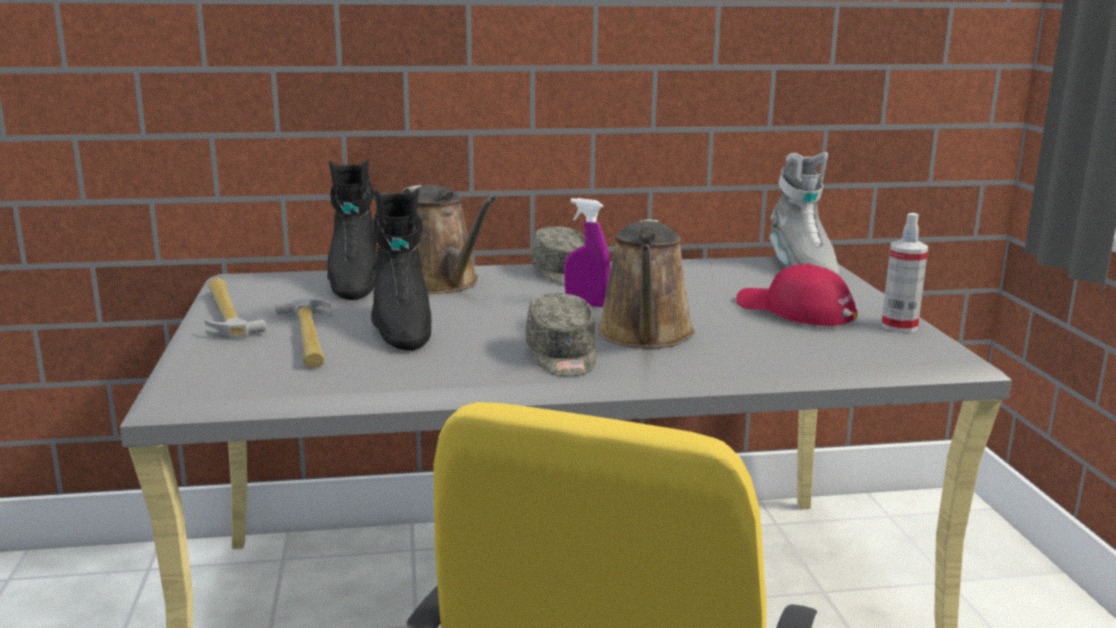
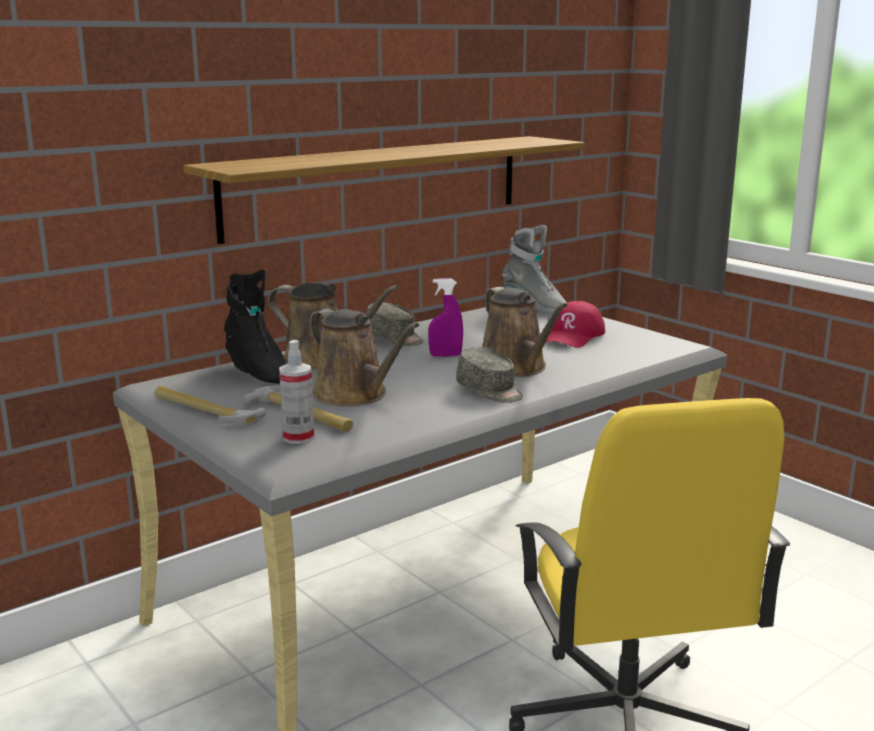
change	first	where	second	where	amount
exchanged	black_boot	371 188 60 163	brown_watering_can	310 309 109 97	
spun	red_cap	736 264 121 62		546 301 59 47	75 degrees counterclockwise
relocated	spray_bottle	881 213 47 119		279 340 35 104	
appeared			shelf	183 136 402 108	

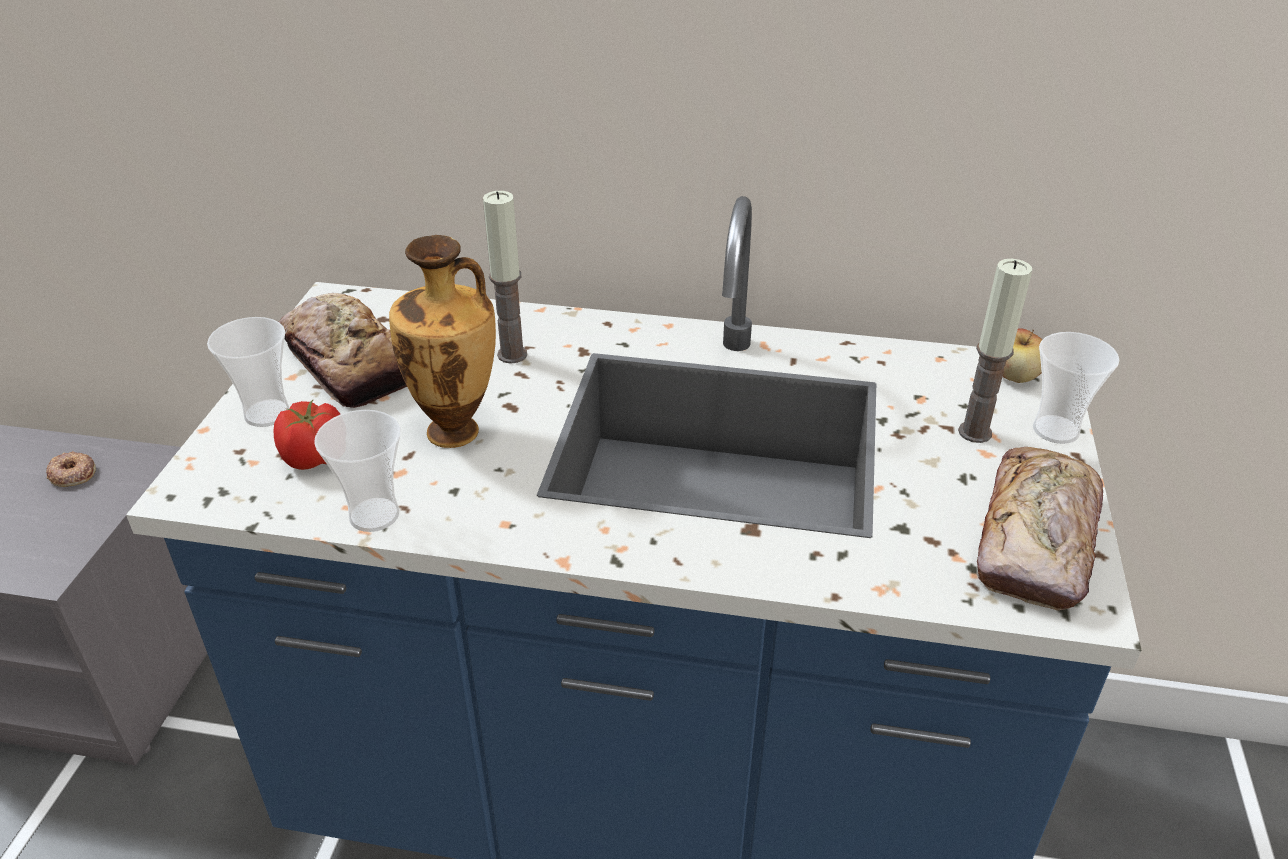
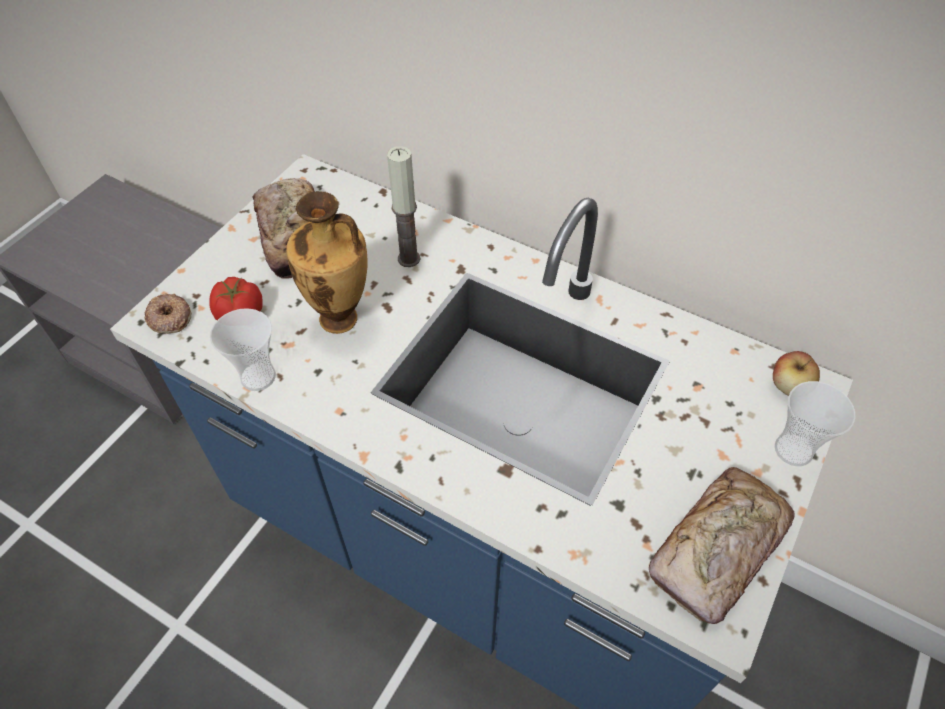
change	first	where	second	where	amount
relocated	donut	46 451 50 36		144 293 48 41	
missing	cup	207 317 82 110			
missing	candle	958 259 74 184			

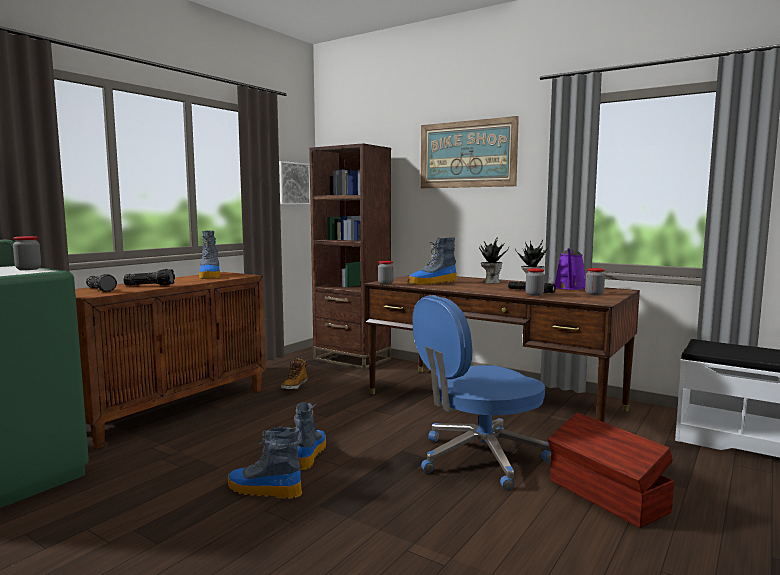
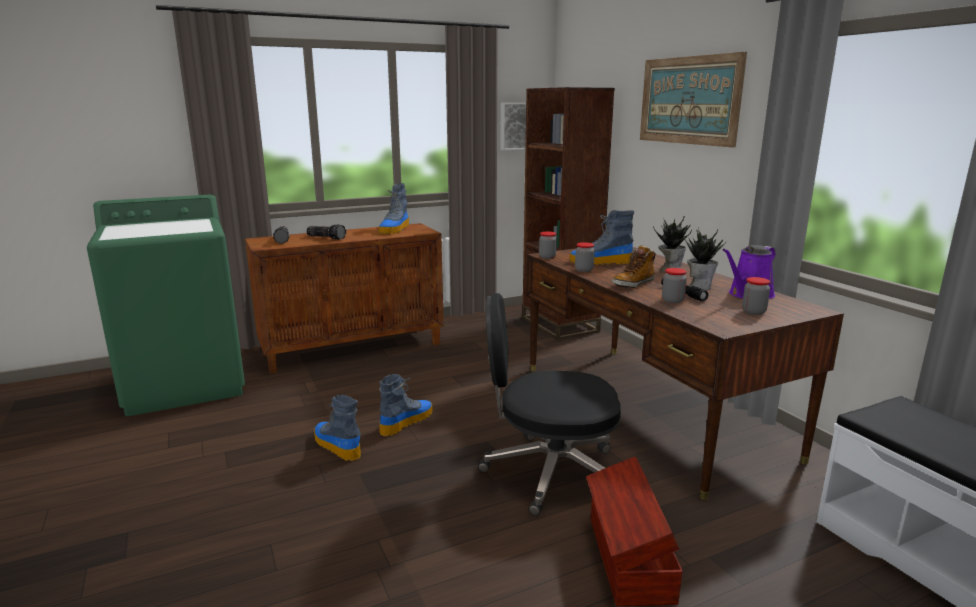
change	first	where	second	where	amount
relocated	jar	13 236 28 34		575 242 20 30	
relocated	boot	281 358 27 32		612 245 44 43	
colour	blue_office_chair	412 295 139 195	black_office_chair	478 293 143 223	

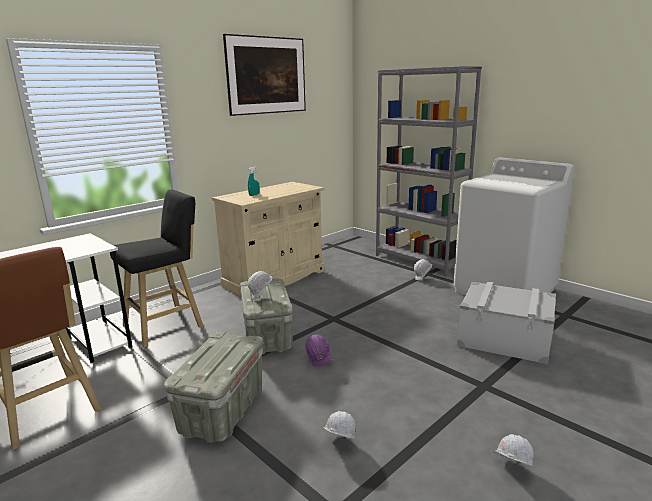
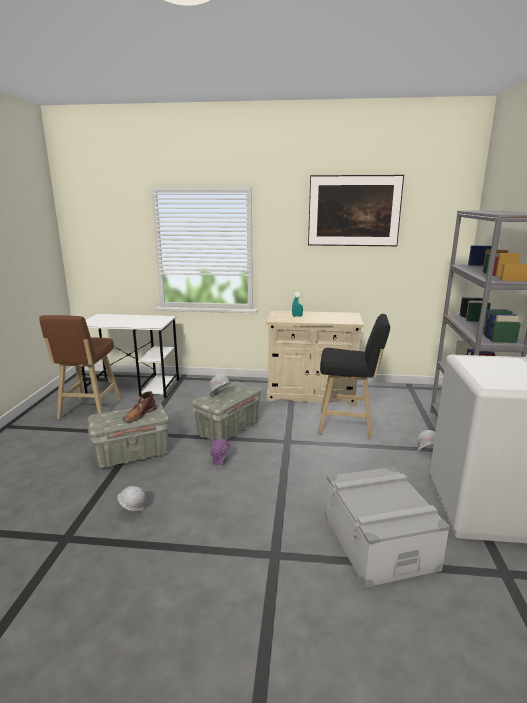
change	first	where	second	where	amount
relocated	black_stool	110 189 94 159		318 314 72 125	
missing	white_hard_hat	481 434 53 32			
appeared			brown_boot	123 391 34 31	

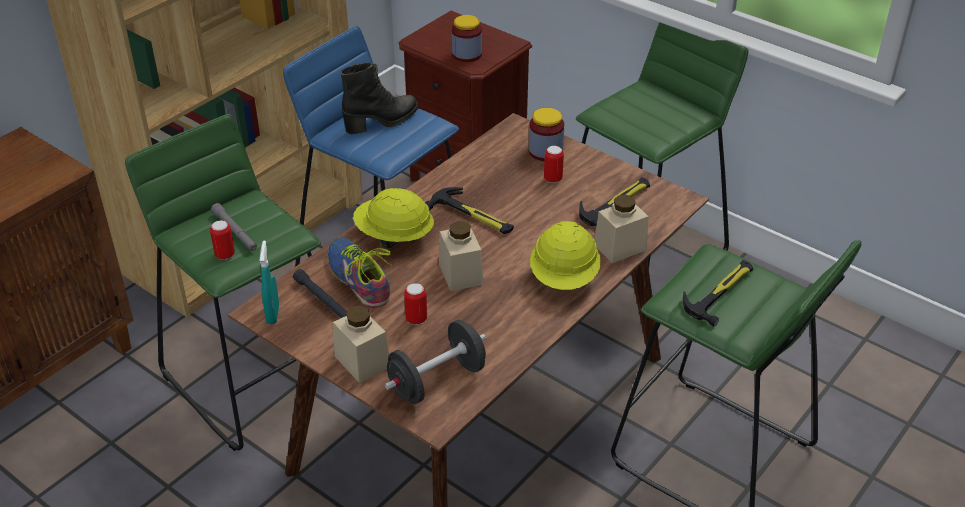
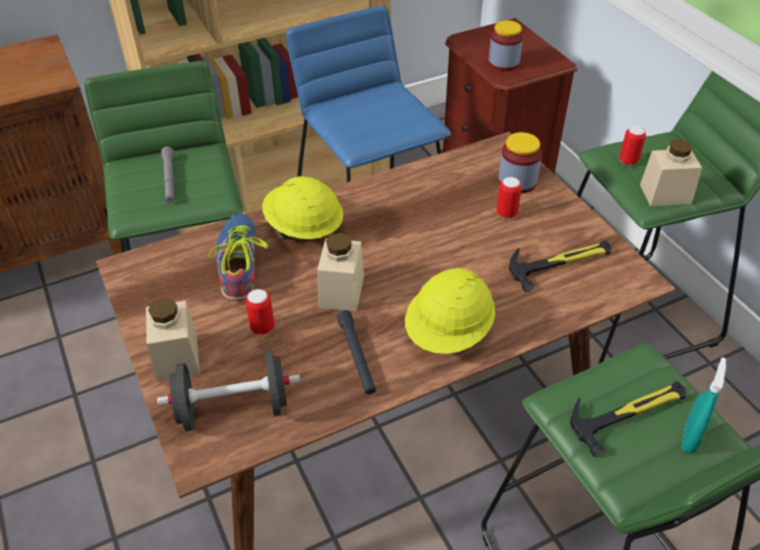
change	first	where	second	where	amount
relocated	can	210 221 25 39		619 126 27 39	
relocated	turquoise_spray_bottle	260 241 19 83		682 357 44 97	
relocated	black_flashlight	293 269 54 49		337 310 39 85	
missing	black_boot	340 63 78 71			
missing	hammer	425 187 89 47			
relocated	beige_jar	595 195 54 68		640 139 62 67	

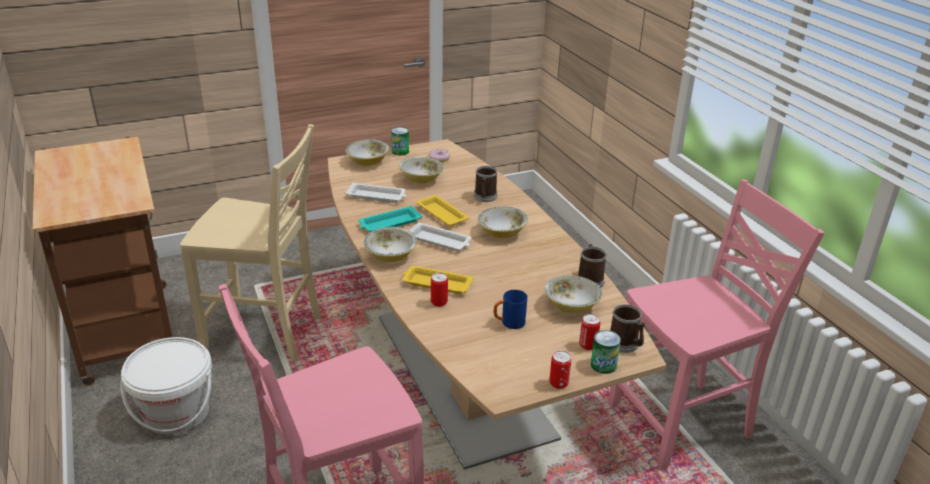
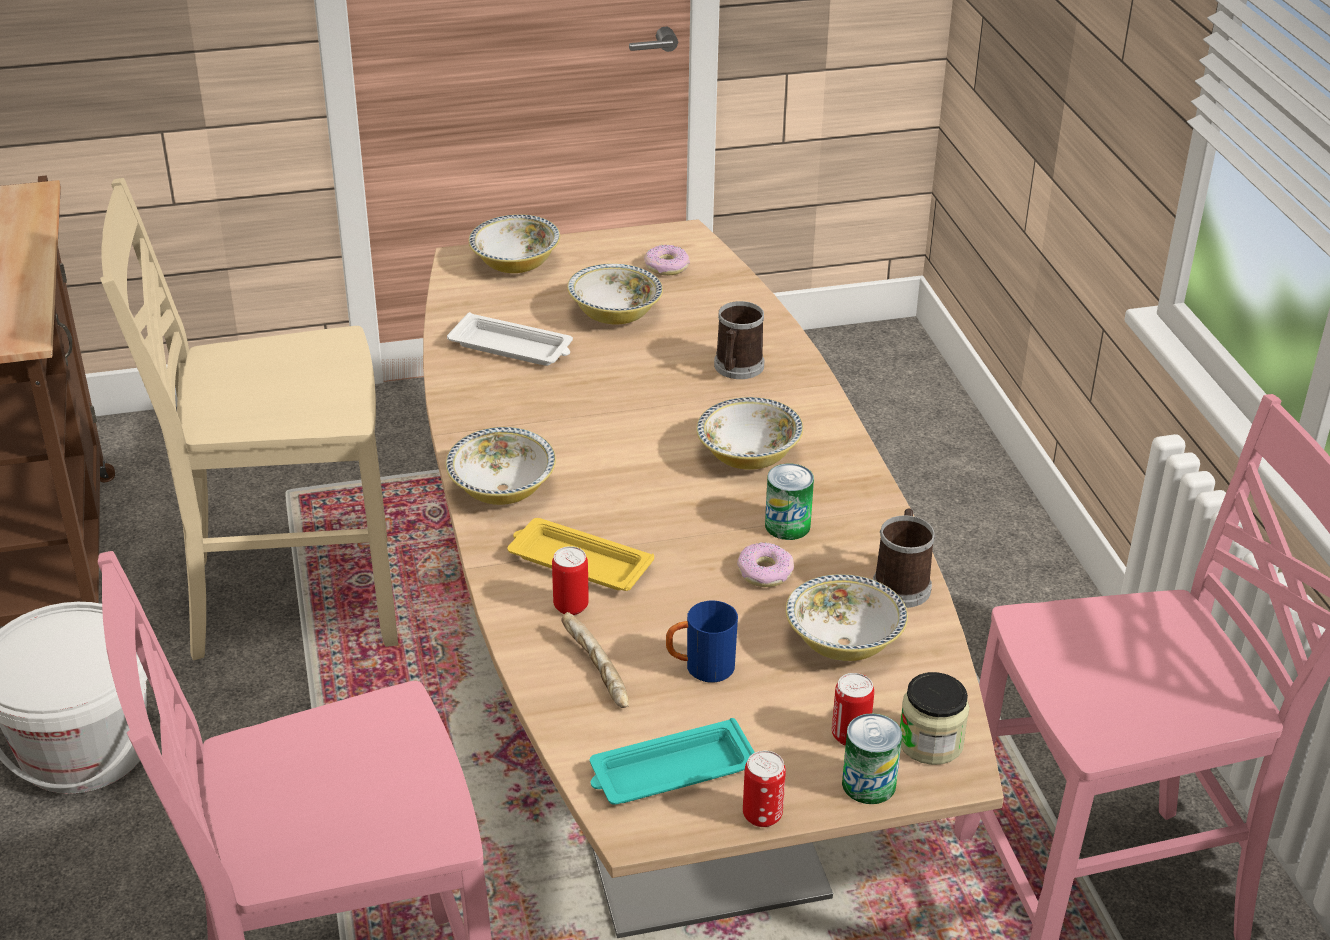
change	first	where	second	where	amount
spun	beige_chair	180 124 141 238		100 178 298 482	150 degrees clockwise
relocated	turquoise_tray	359 206 63 26		590 718 165 87	
relocated	can	391 127 18 29		765 463 49 77	
missing	white_tray	409 222 63 29			
missing	yellow_tray	417 195 52 31			
exchanged	mug	610 304 35 49	jar	900 672 70 93	
appeared			bread	561 612 68 96	
appeared			donut	737 542 57 45	

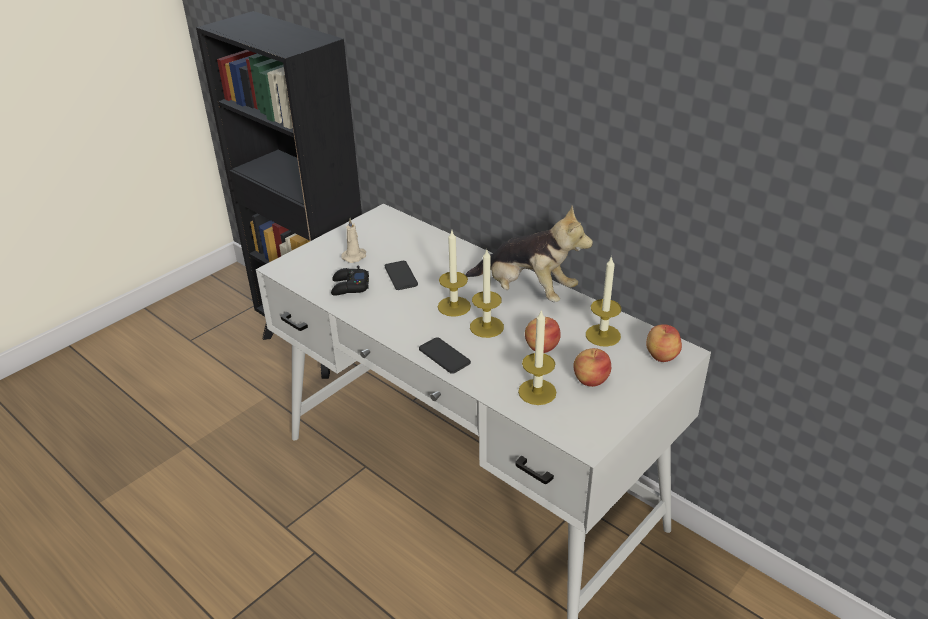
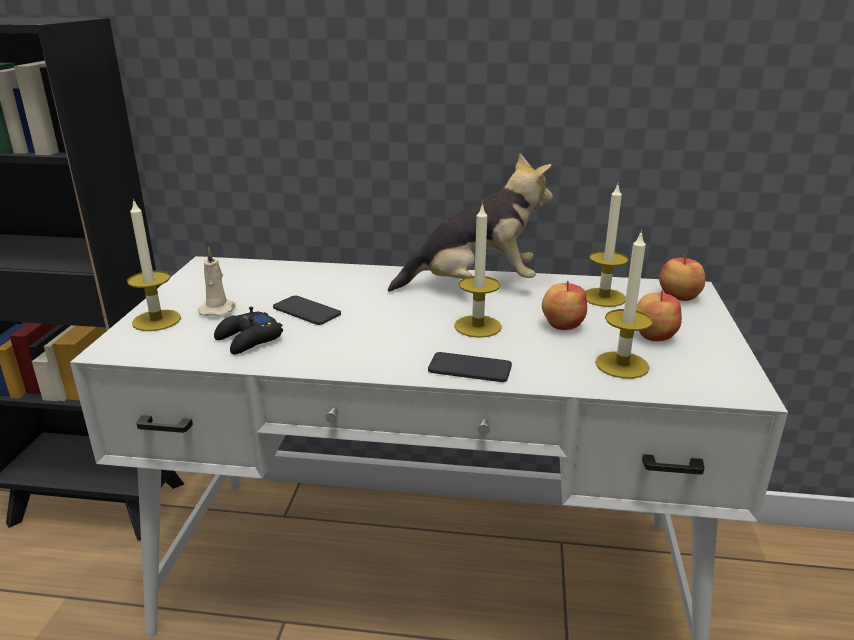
change	first	where	second	where	amount
relocated	candle	438 231 33 86		127 199 54 132	

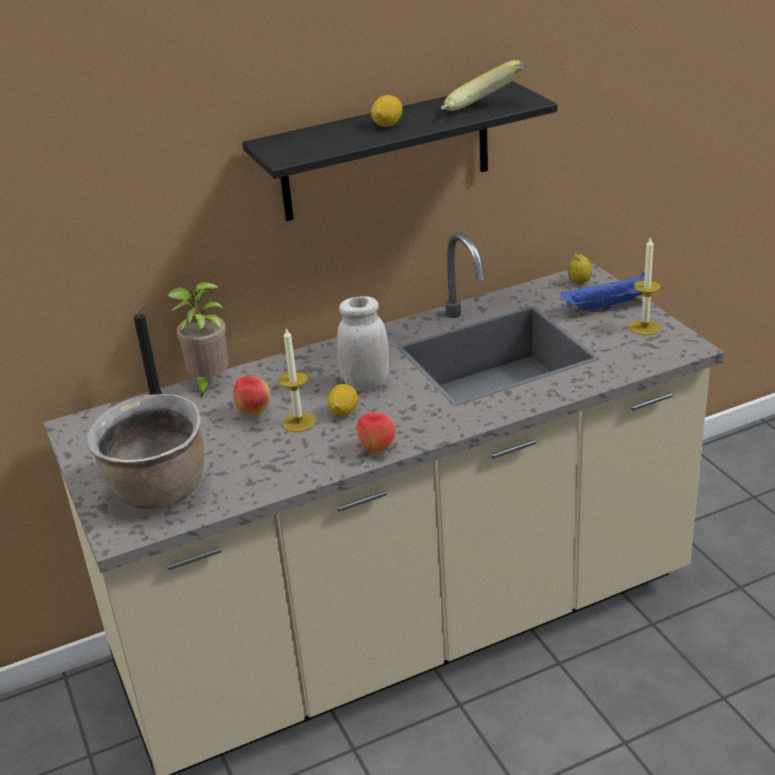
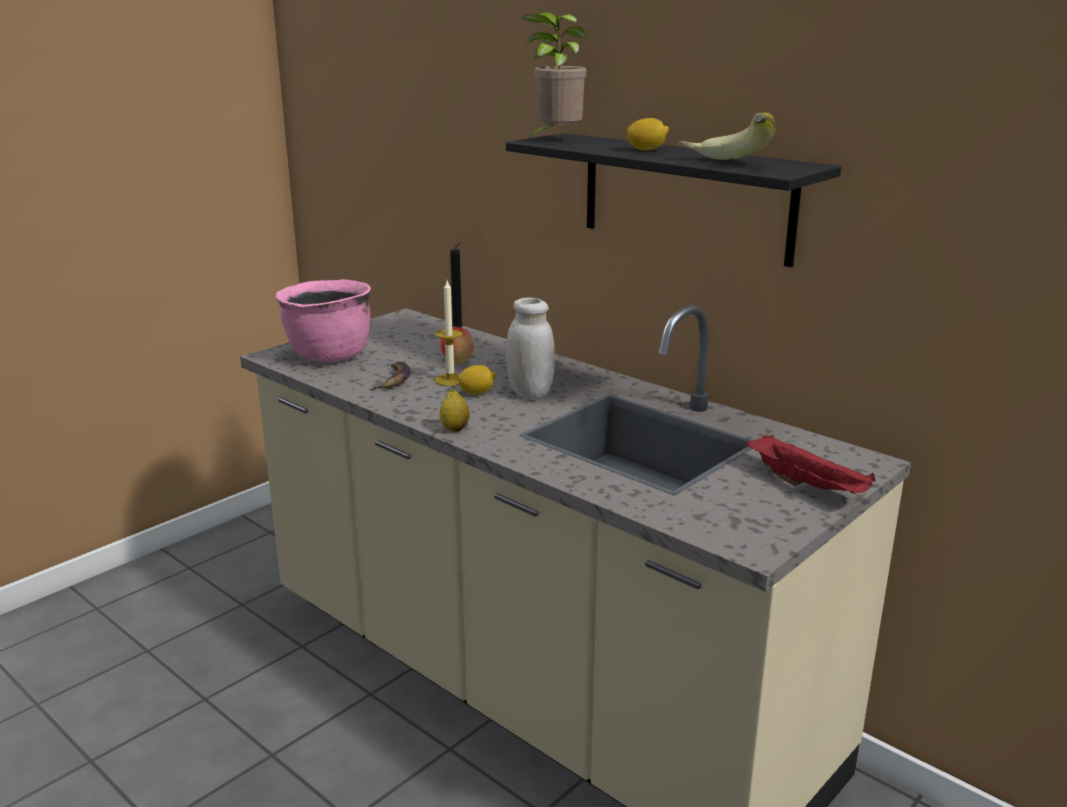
change	first	where	second	where	amount
colour	brown_cooking_pot	86 394 118 115	pink_cooking_pot	276 279 95 83	
relocated	potted_plant	166 282 63 115		522 12 65 127	
missing	apple	357 412 39 41			
colour	blue_tray	561 272 102 40	red_tray	746 435 130 59	
relocated	lemon	567 253 25 31		440 390 29 42	
missing	candle	629 236 32 99			
appeared			banana	369 362 42 28	

